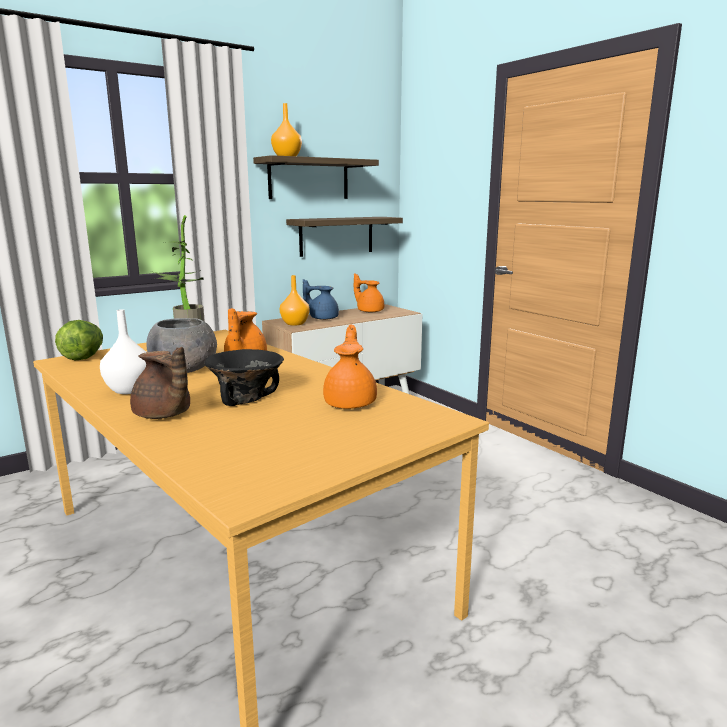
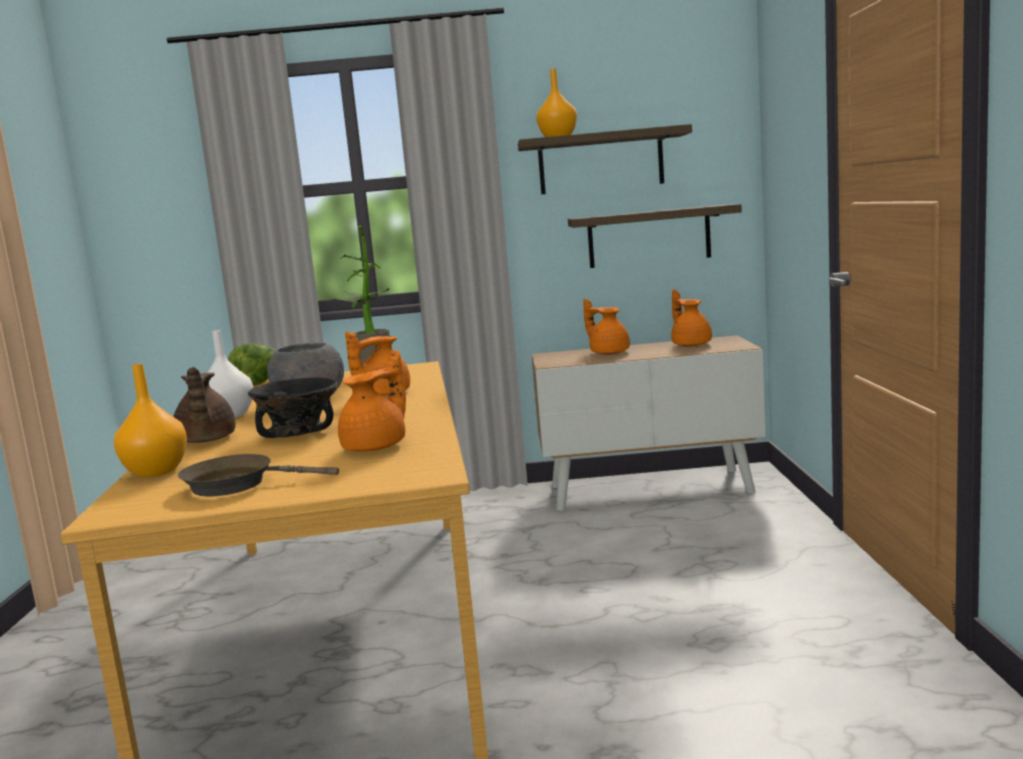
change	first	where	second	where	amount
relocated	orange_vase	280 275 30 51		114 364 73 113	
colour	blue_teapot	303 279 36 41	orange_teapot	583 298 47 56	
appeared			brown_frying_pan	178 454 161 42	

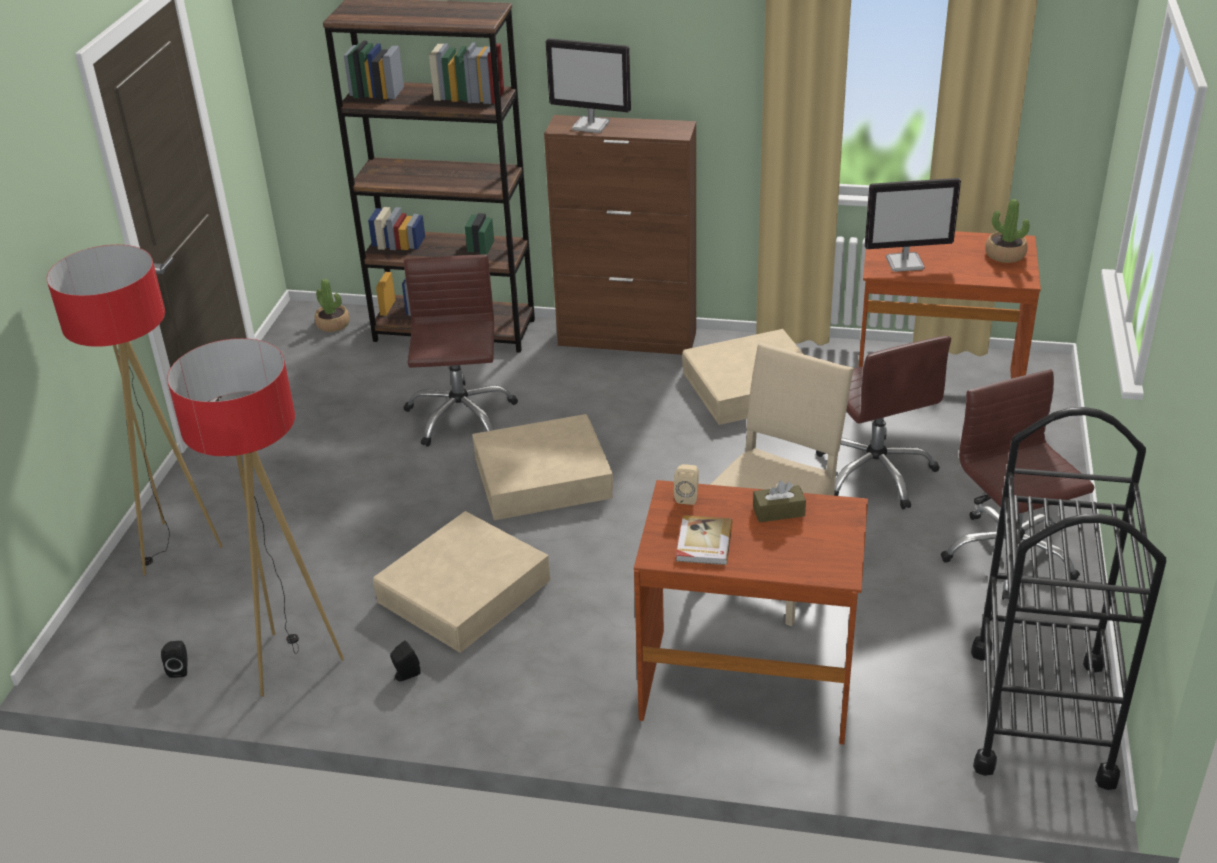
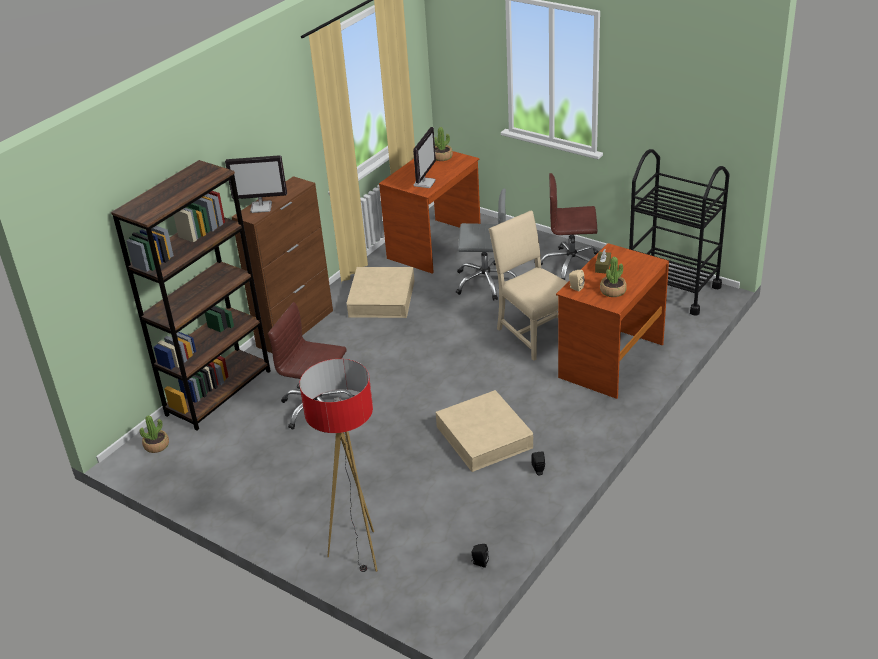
change	first	where	second	where	amount
missing	floor_lamp	167 338 177 359			
missing	beige_storage_box	473 414 140 106			
spun	monitor	546 38 85 95		225 155 62 58	45 degrees clockwise
exchanged	book	676 515 57 50	potted_plant	600 257 27 40	
colour	brown_office_chair	816 336 135 173	grey_office_chair	456 188 61 113	

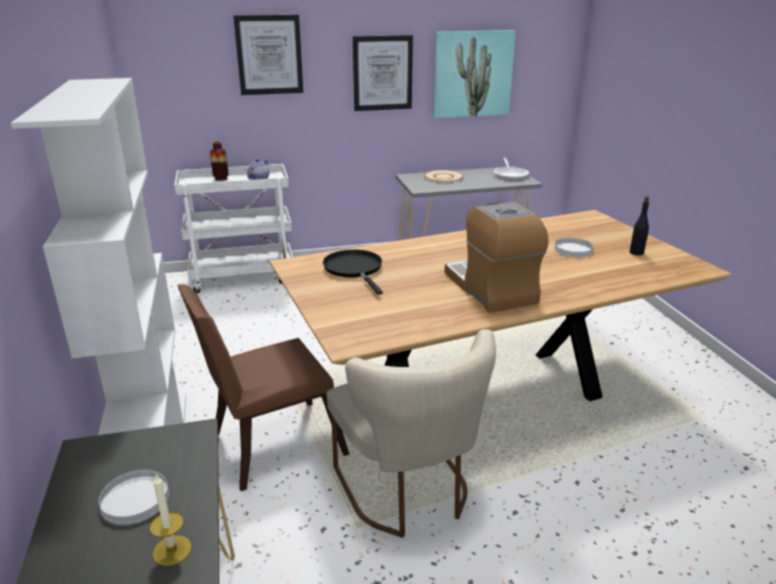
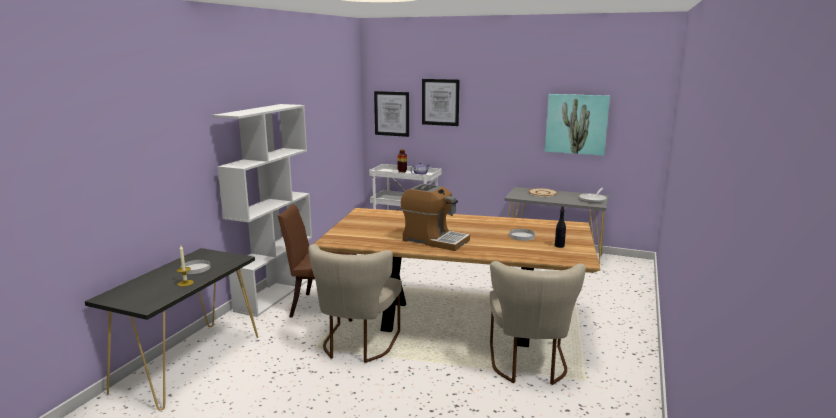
change	first	where	second	where	amount
missing	black_frying_pan	323 249 60 46			
relocated	picture	353 35 60 76		374 91 35 46	
spun	coffee_machine	444 202 105 111		401 184 69 67	105 degrees clockwise
appeared			beige_chair	490 261 96 124	

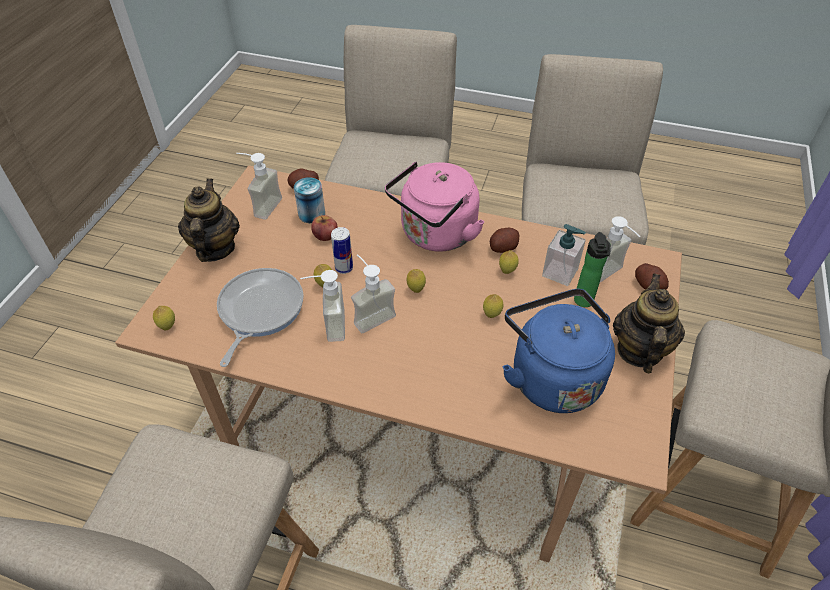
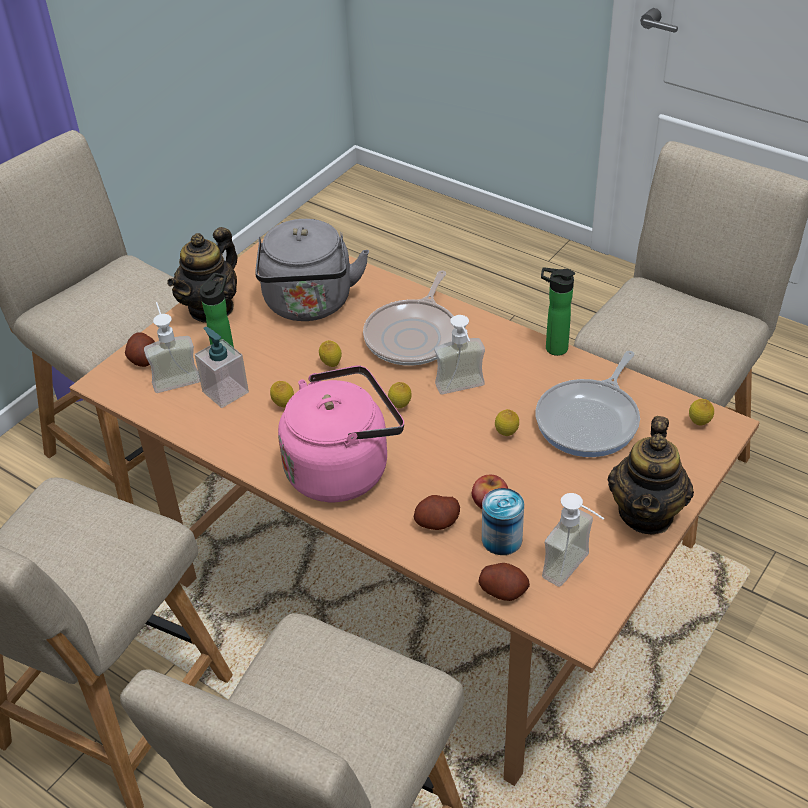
change	first	where	second	where	amount
missing	soap_dispenser	300 270 45 72			
missing	can	331 227 22 47			
relocated	potato	490 228 29 25		414 495 46 35	
colour	blue_kettle	503 289 112 124	grey_kettle	256 219 113 102	
appeared			frying_pan	363 270 91 96	
appeared			bottle	541 267 34 89	

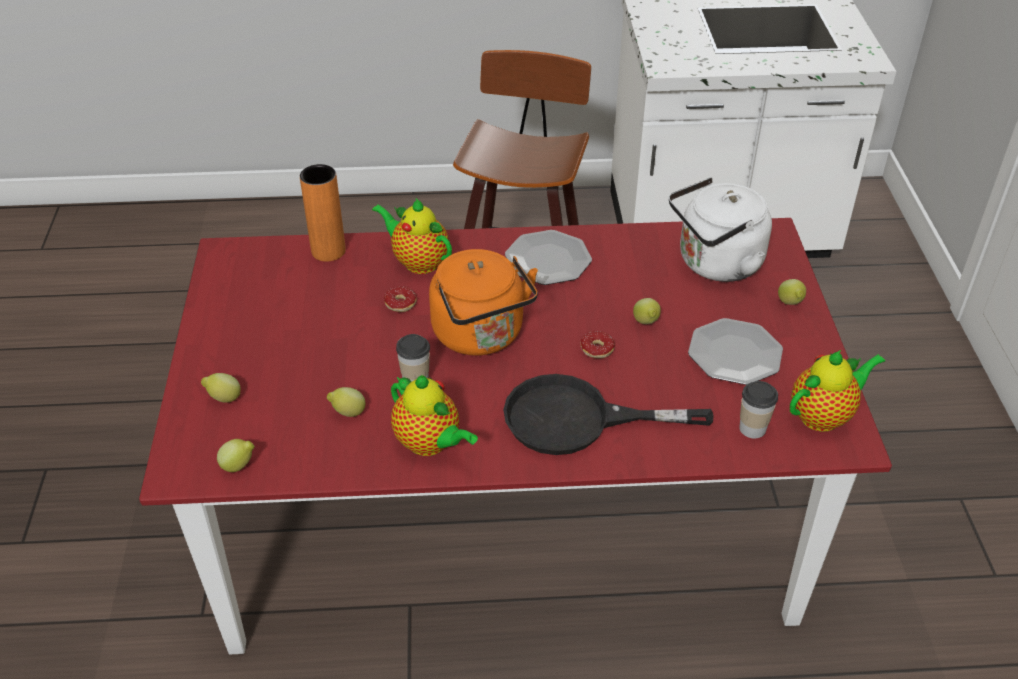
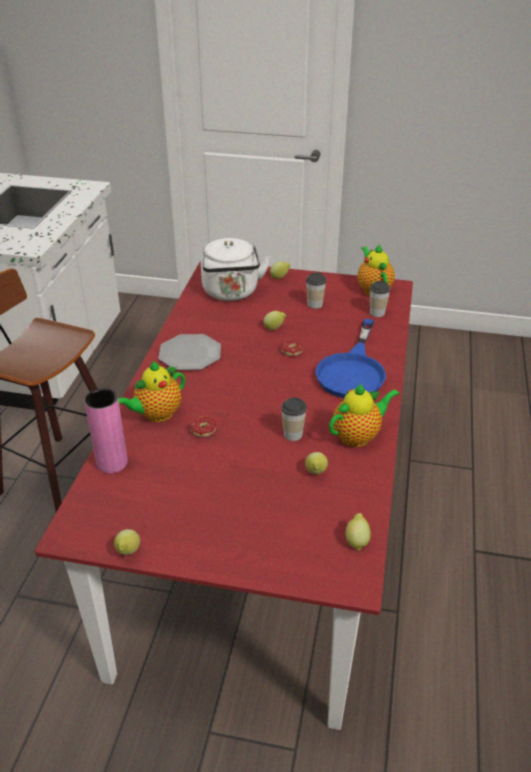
change	first	where	second	where	amount
relocated	lemon	201 373 40 30		114 529 26 26	
colour	orange_vase	300 164 46 98	pink_vase	84 388 44 85	
missing	orange_kettle	429 249 109 107			
colour	black_frying_pan	503 374 211 81	blue_frying_pan	315 319 71 79	
exchanged	plate	688 318 95 67	cup	306 272 20 37	

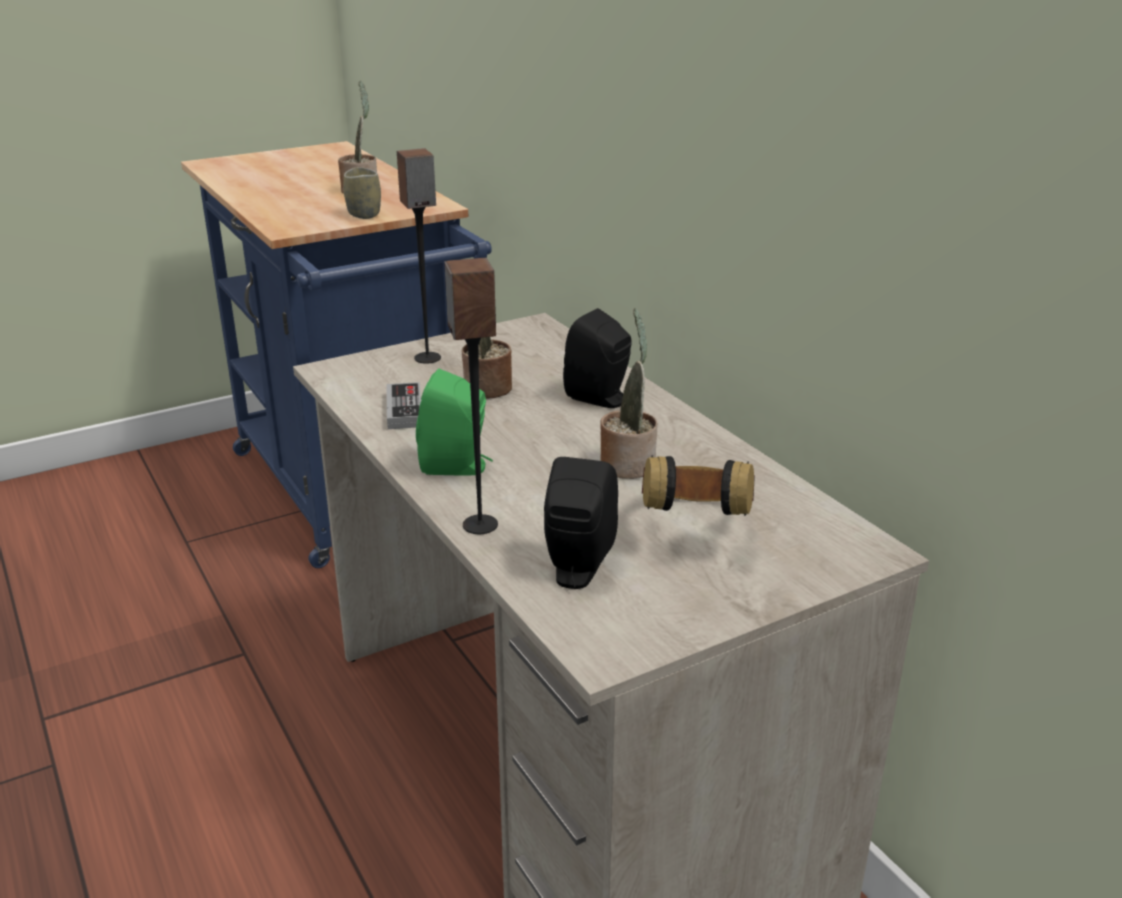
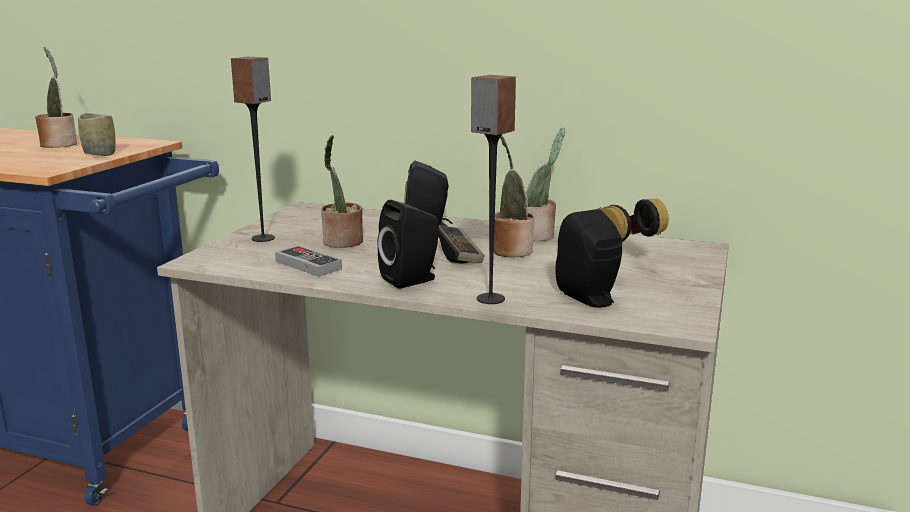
change	first	where	second	where	amount
colour	green_speaker	416 369 77 106	black_speaker	377 200 62 89	
appeared			game_controller	438 225 46 38	
appeared			potted_plant	526 128 39 113	

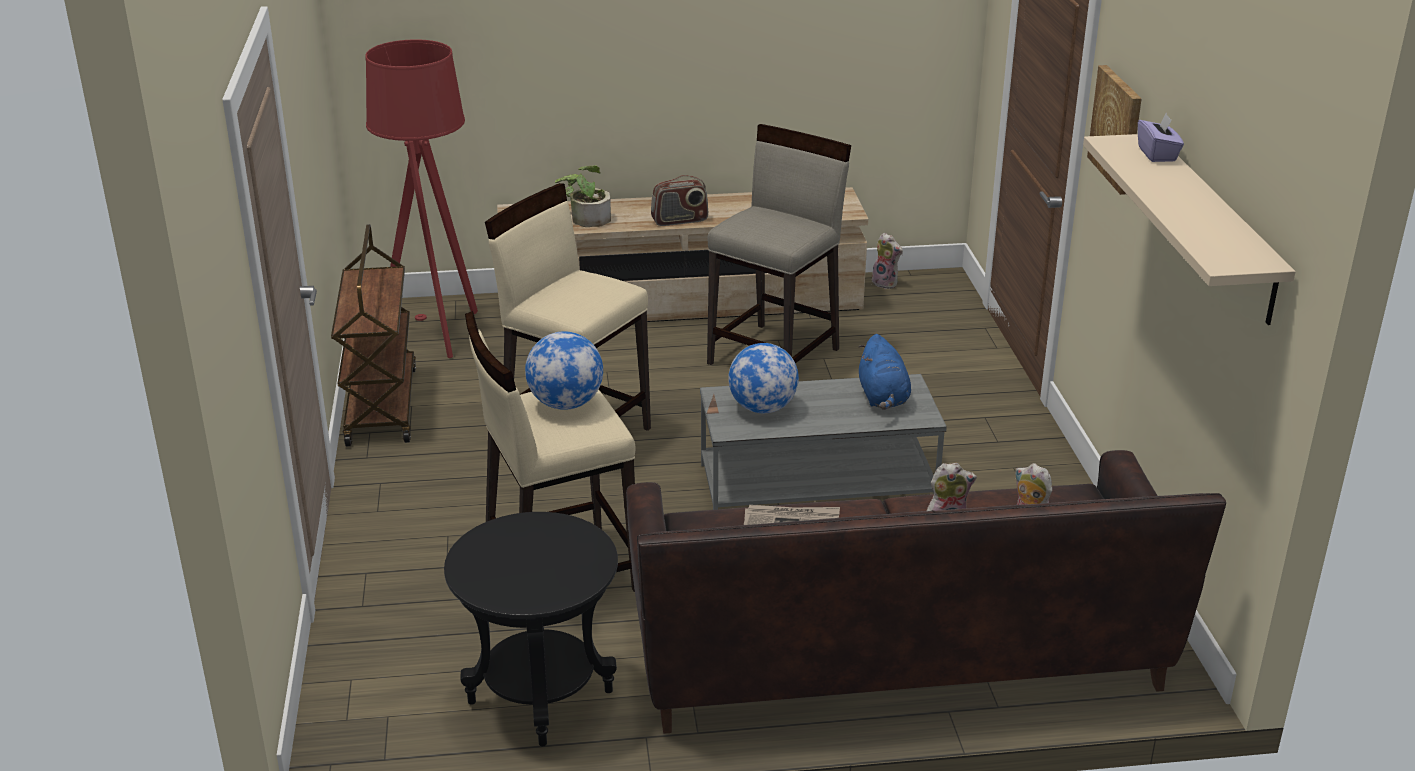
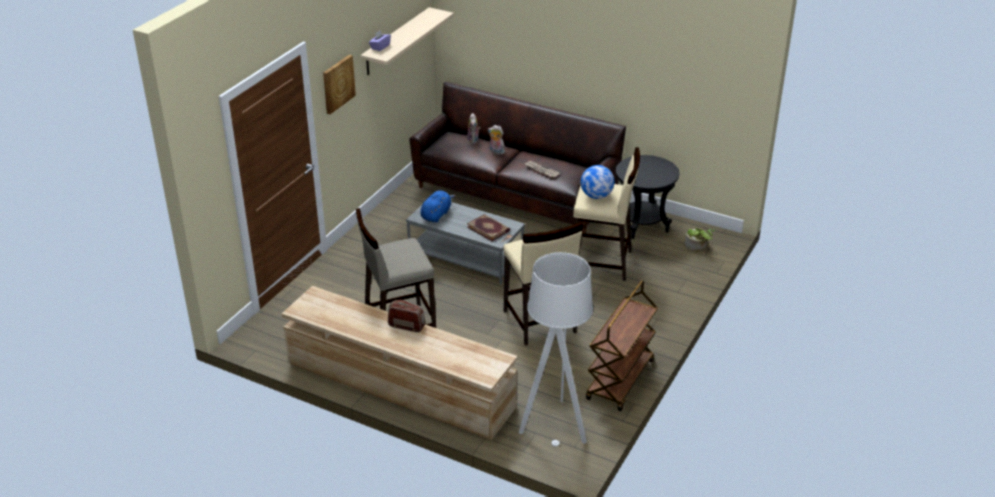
change	first	where	second	where	amount
colour	red_floor_lamp	365 39 113 319	grey_floor_lamp	519 252 74 194	
relocated	potted_plant	555 165 56 62		685 228 30 24	
exchanged	globe	728 343 71 70	book	467 214 43 27	
missing	plush_toy	872 233 31 56			

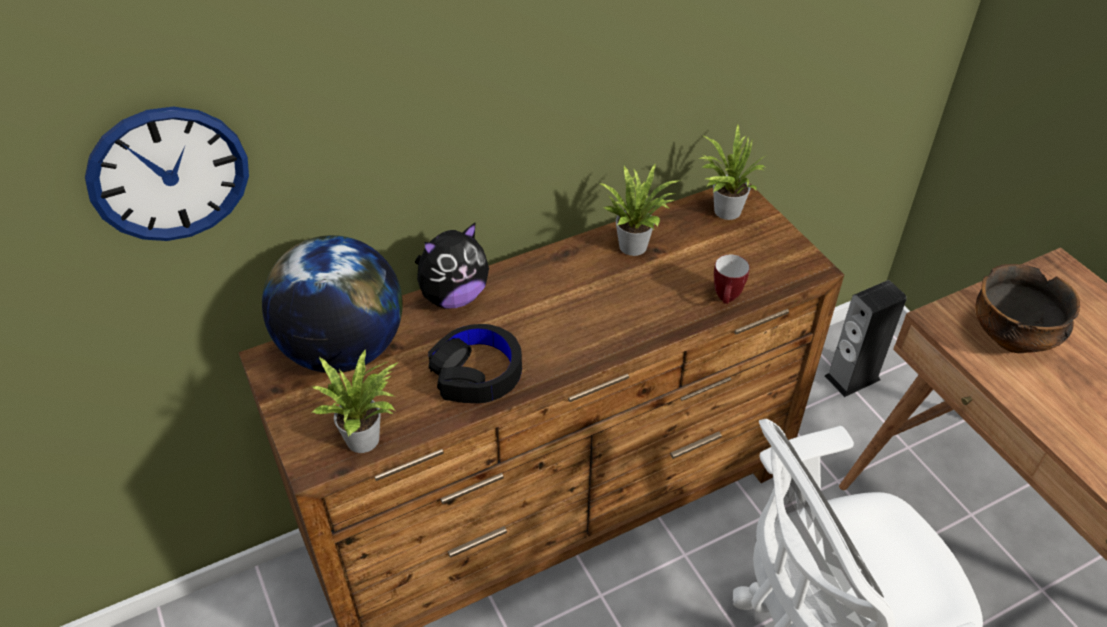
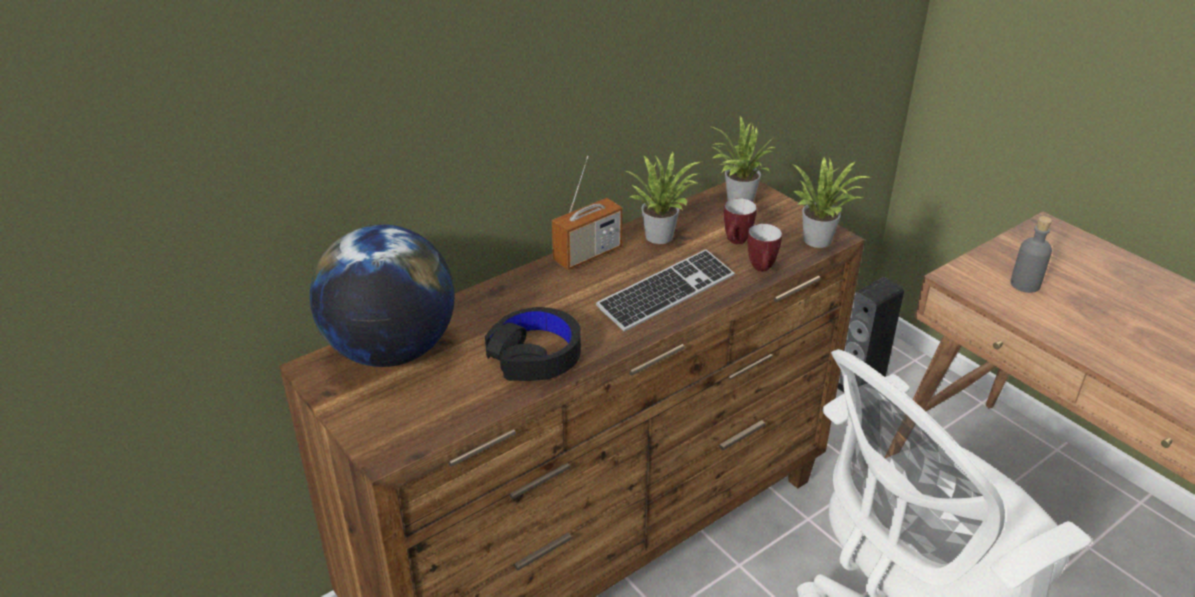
change	first	where	second	where	amount
missing	wall_clock	85 107 164 134			
relocated	potted_plant	311 348 87 105		793 157 77 91	
missing	plush_toy	415 223 74 86			
exchanged	bowl	975 264 105 89	grey_bottle	1010 216 42 77	
appeared			radio	552 156 70 114	
appeared			keyboard	596 249 139 83	
appeared			mug	724 198 33 46	

